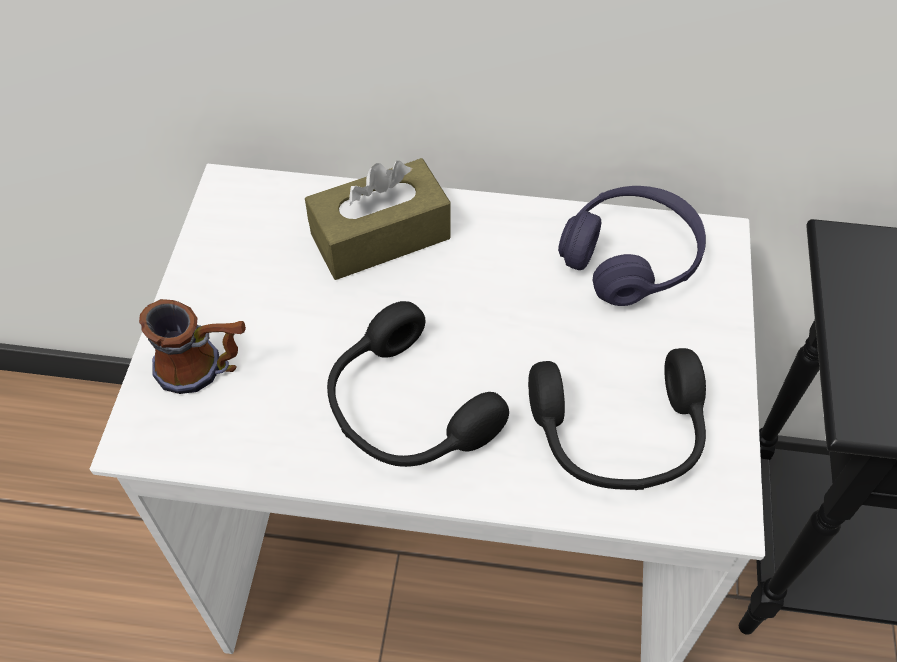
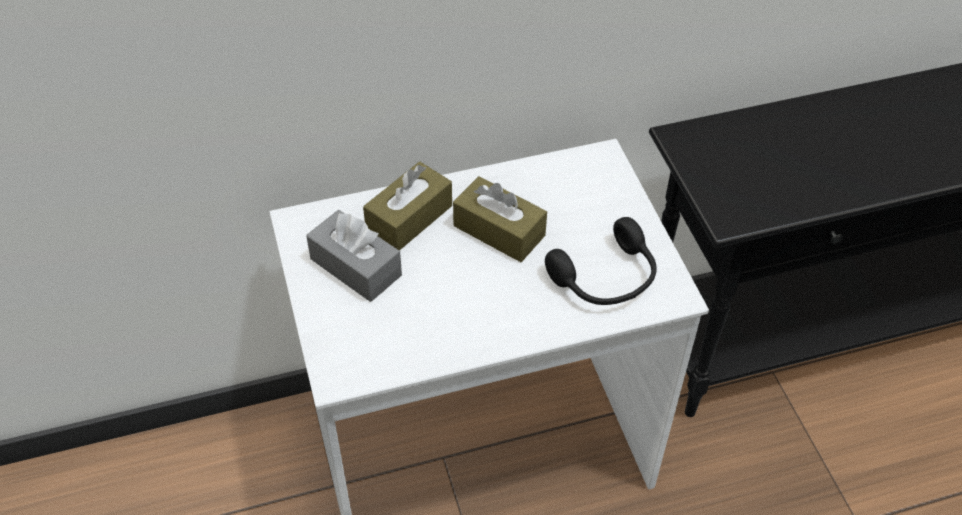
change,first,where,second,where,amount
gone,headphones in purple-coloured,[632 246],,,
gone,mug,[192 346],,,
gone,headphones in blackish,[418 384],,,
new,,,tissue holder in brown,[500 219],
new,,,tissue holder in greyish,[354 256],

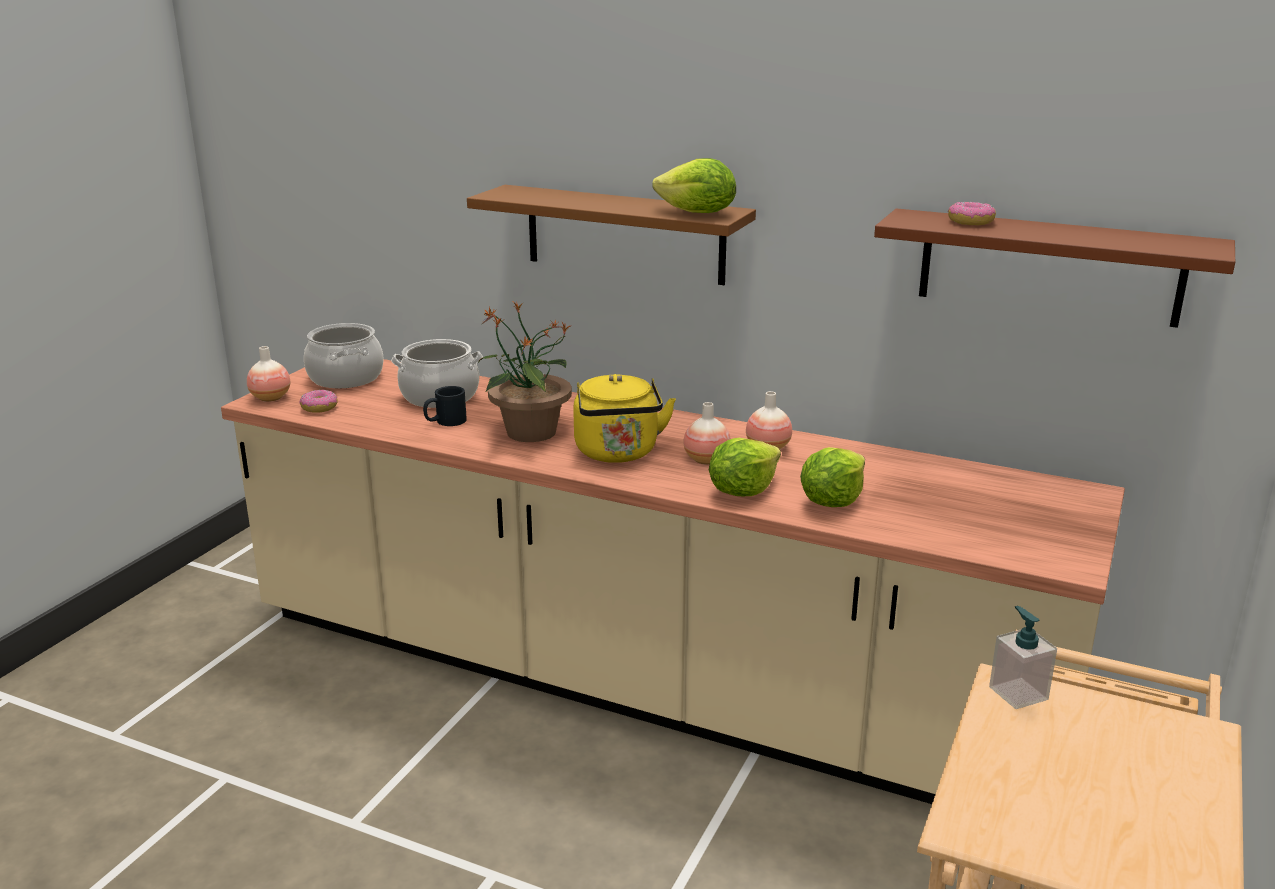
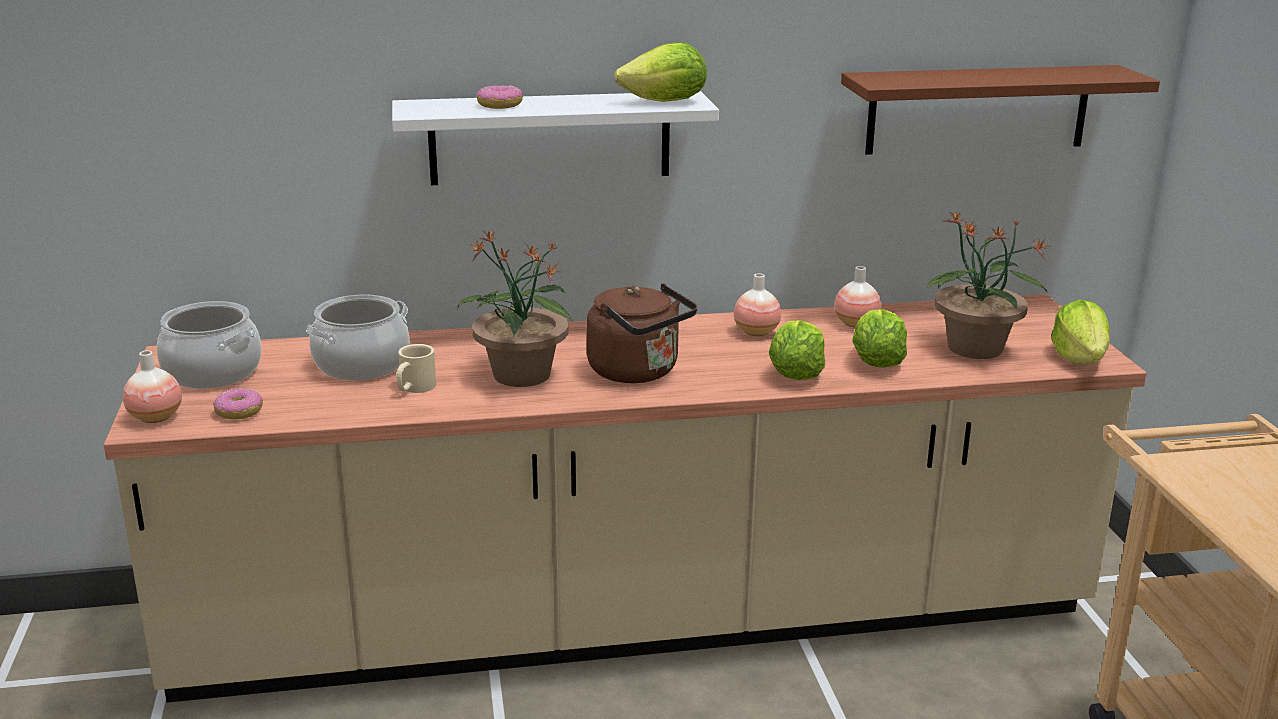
change,first,where,second,where,amount
repainted,shelf in brown,[611 235],shelf in white-coloured,[555 138],
shifted,donut,[972 213],,[500 97],
repainted,tea kettle in yellowish,[624 418],tea kettle in brown,[641 333],
repainted,mug in blackish,[445 406],mug in beige-coloured,[416 368],
shifted,vase,[707 433],,[857 297],
gone,soap dispenser,[1023 657],,,
new,,,plant in a pot,[987 285],
new,,,lettuce head,[1080 331],

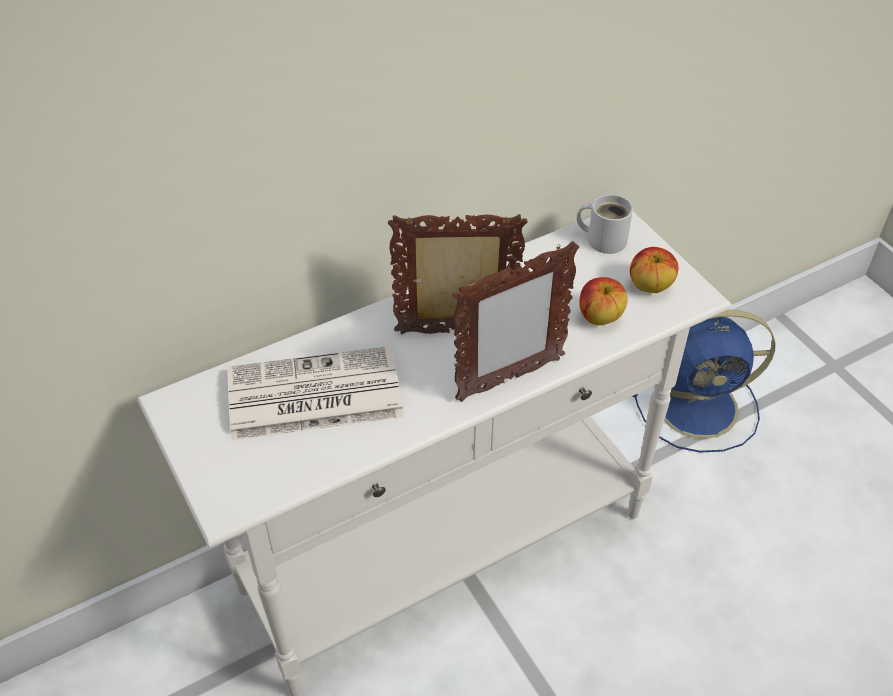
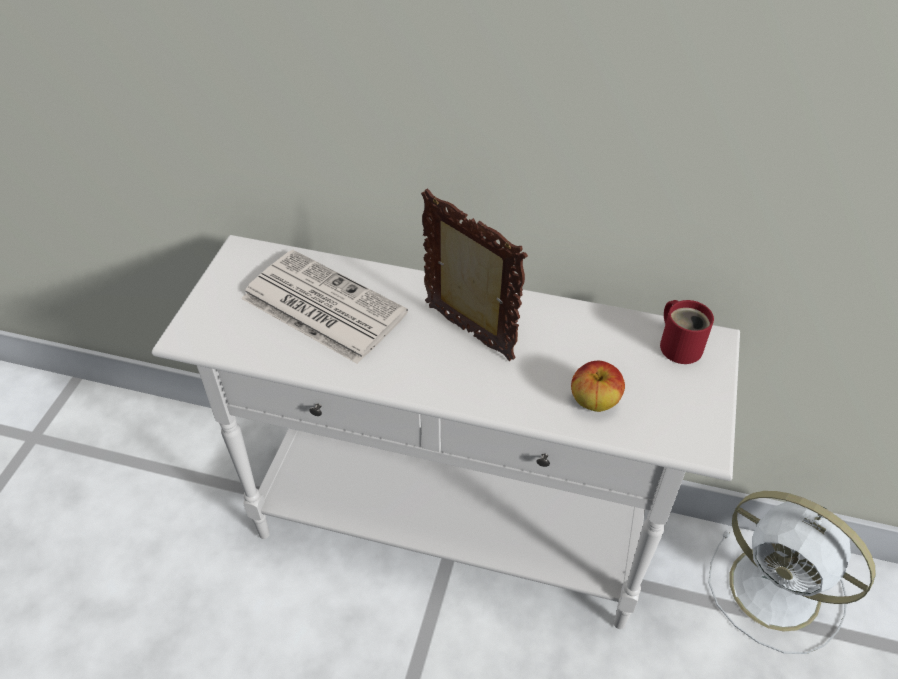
change,first,where,second,where,amount
repainted,mug in white-coloured,[605 224],mug in red-coloured,[687 332],
gone,standing frame,[516 321],,,
gone,apple,[654 270],,,
repainted,electric fan in bluish,[704 381],electric fan in white-coloured,[792 572],

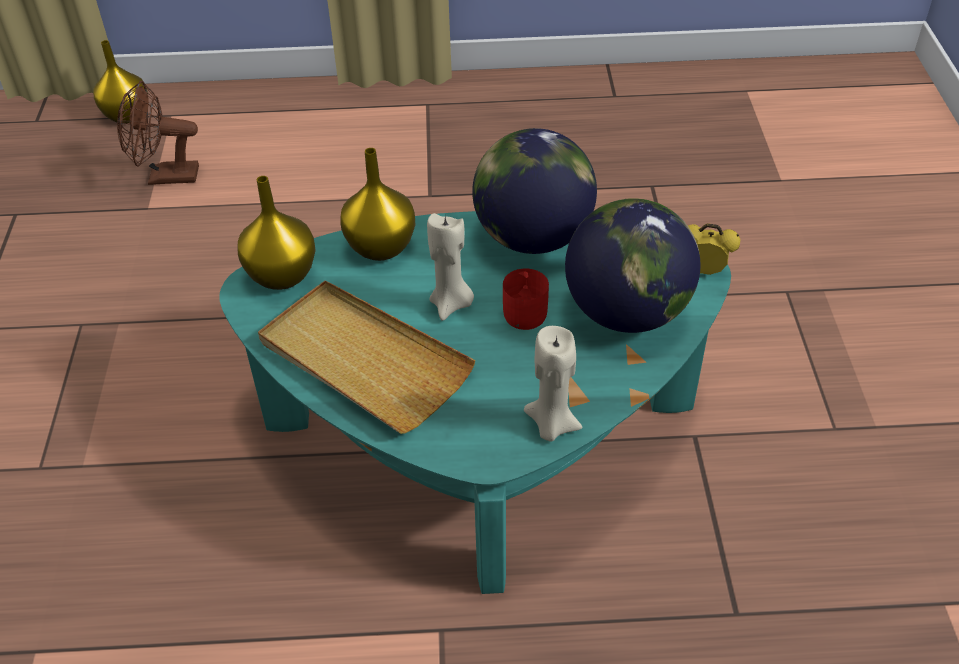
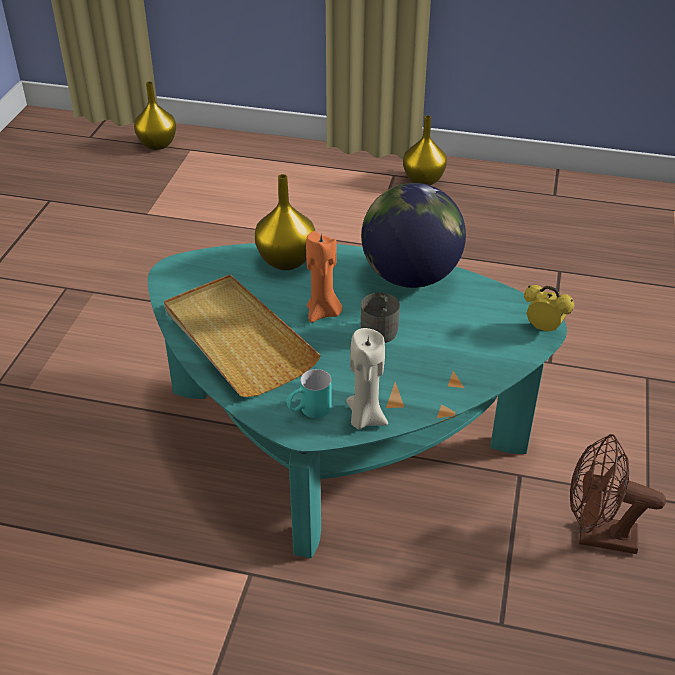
change,first,where,second,where,amount
shifted,electric fan in brown,[158 133],,[618 494],
shifted,vase in yellowish,[276 233],,[425 150],
gone,desk globe,[632 265],,,
repainted,candle in beige-coloured,[450 267],candle in orangey,[324 277],
repainted,mug in red-coloured,[526 299],mug in greyish,[380 317],
new,,,mug in turquoise-coloured,[309 393],

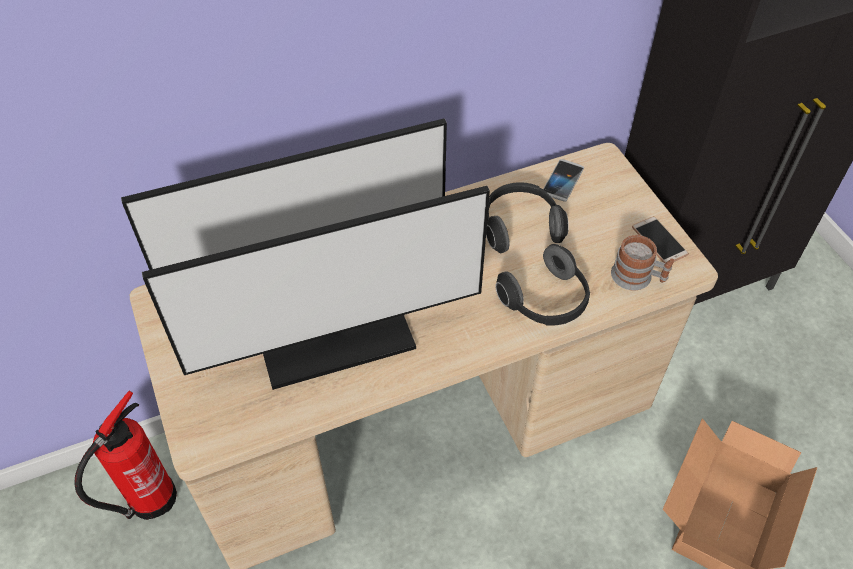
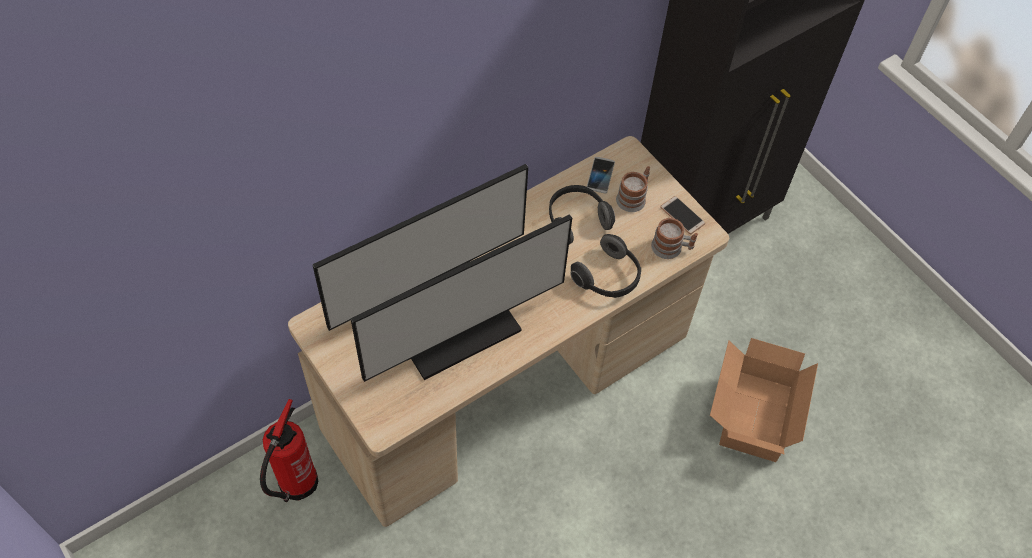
change,first,where,second,where,amount
new,,,mug,[633 189],

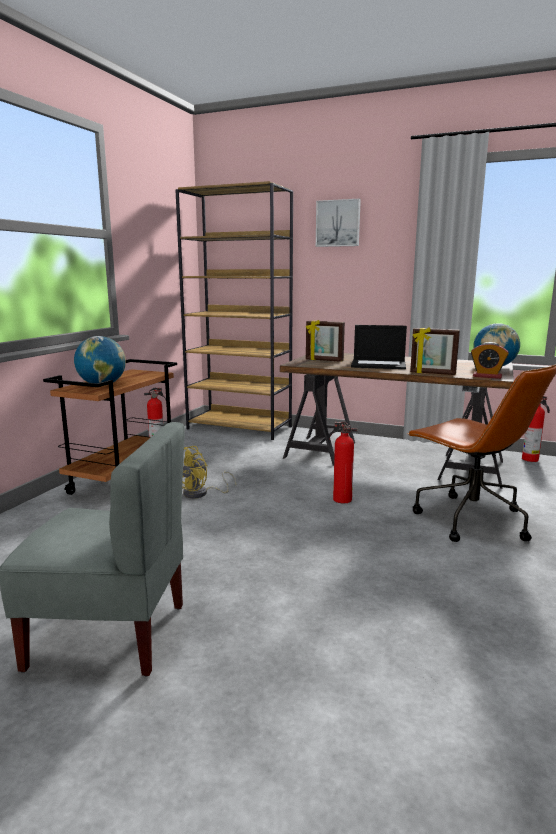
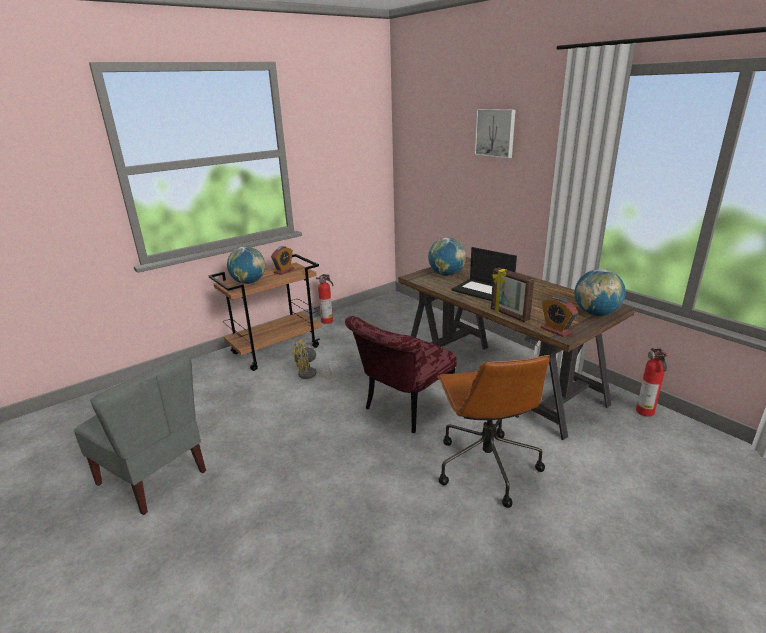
change,first,where,second,where,amount
gone,bookcase in brown,[234 310],,,
swapped,standing frame,[325 341],desk globe,[447 256],
swapped,fire extinguisher,[343 462],chair in red-coloured,[401 374],
new,,,table clock,[282 260],

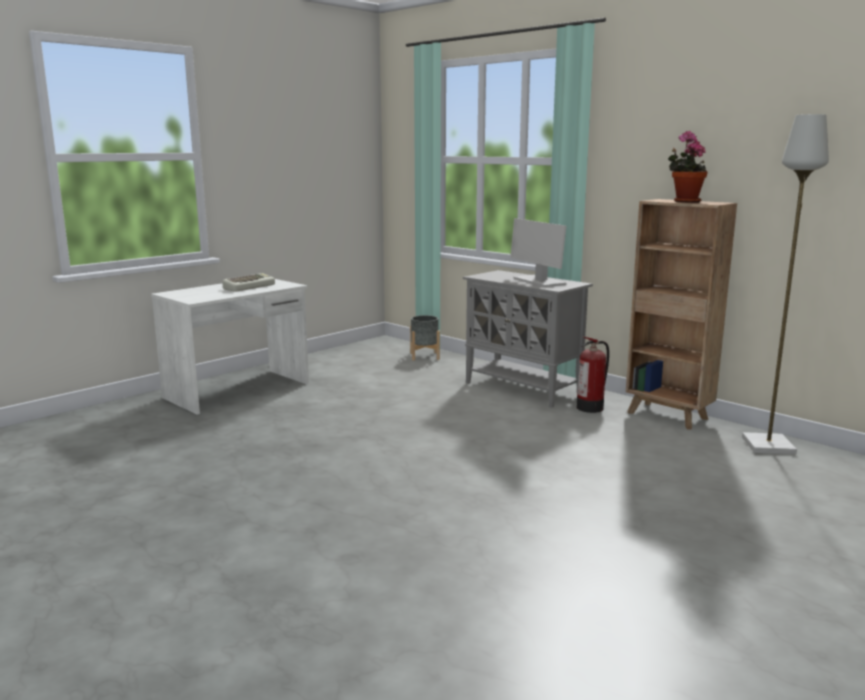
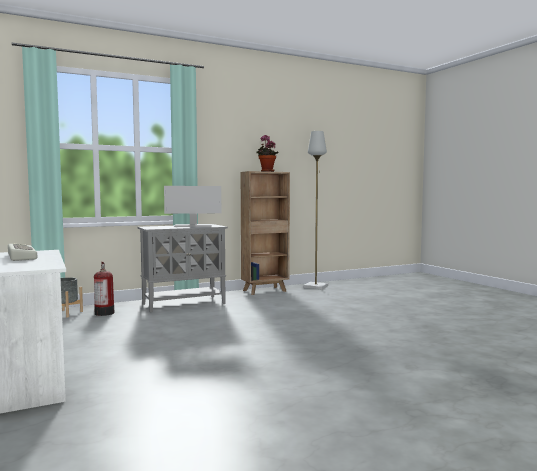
change,first,where,second,where,amount
shifted,fire extinguisher,[593 375],,[104 289],

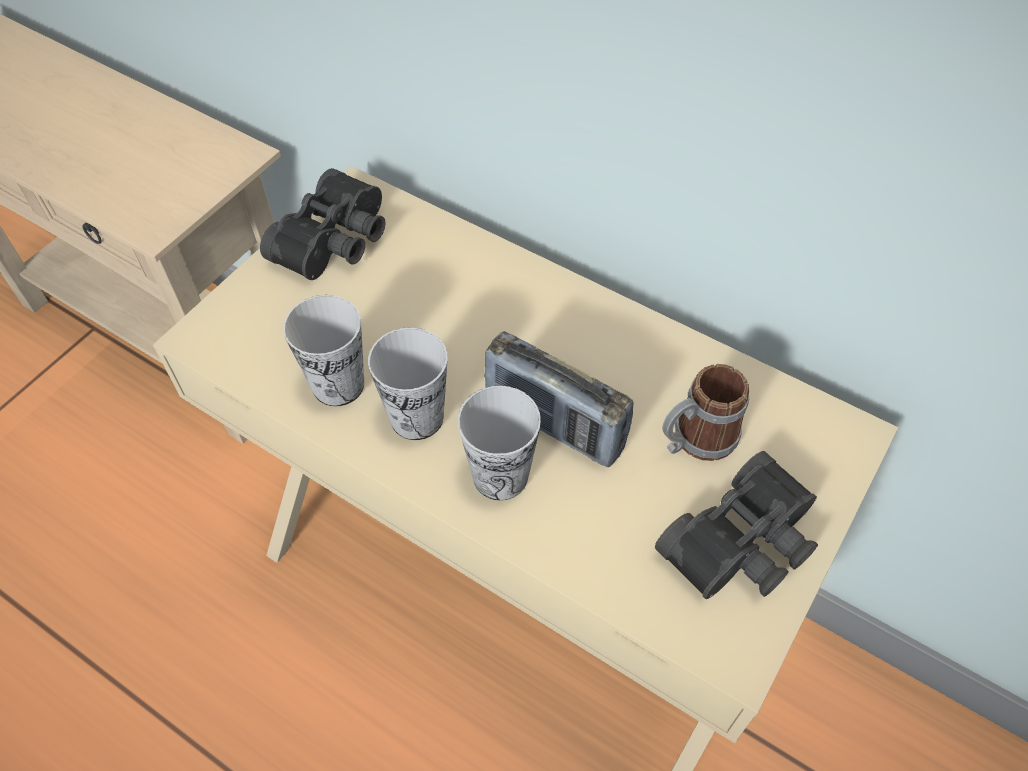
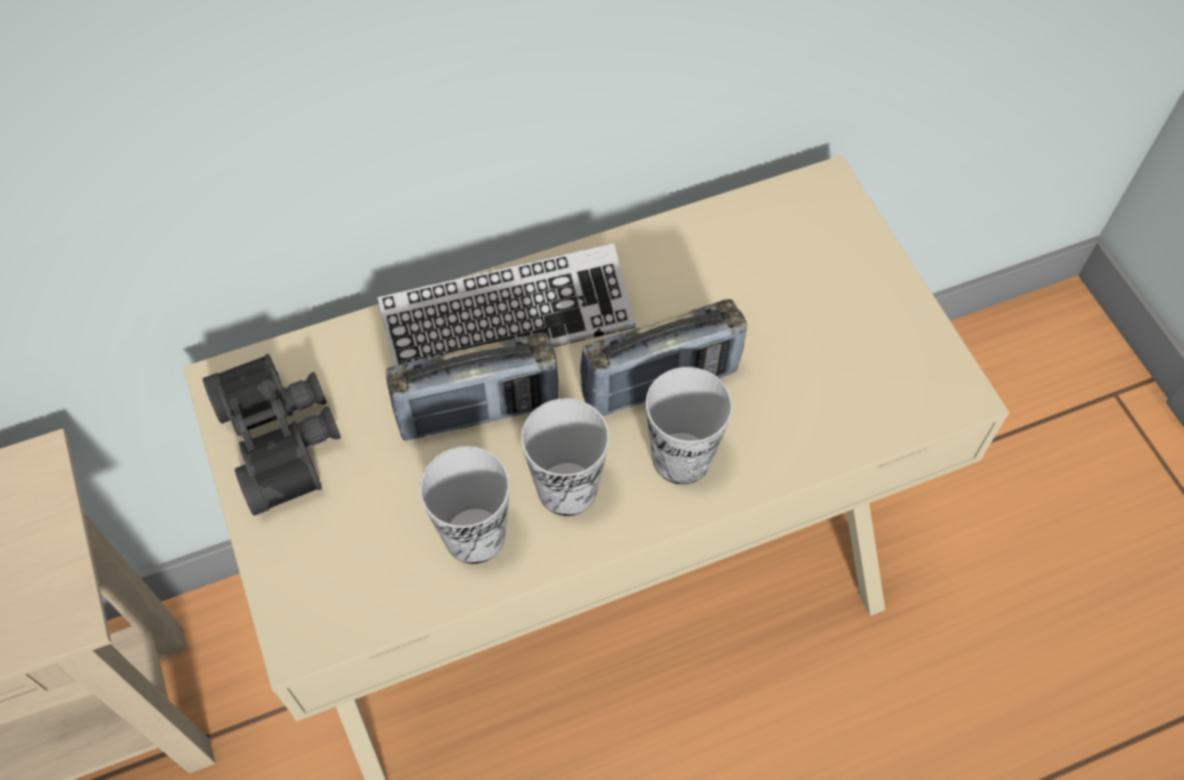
change,first,where,second,where,amount
gone,mug,[705 412],,,
gone,pair of binoculars in blackish,[736 525],,,
new,,,computer keyboard,[506 304],
new,,,radio,[472 387],

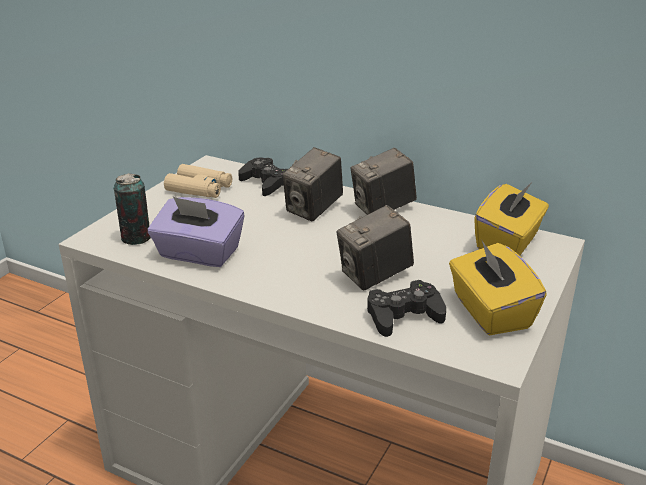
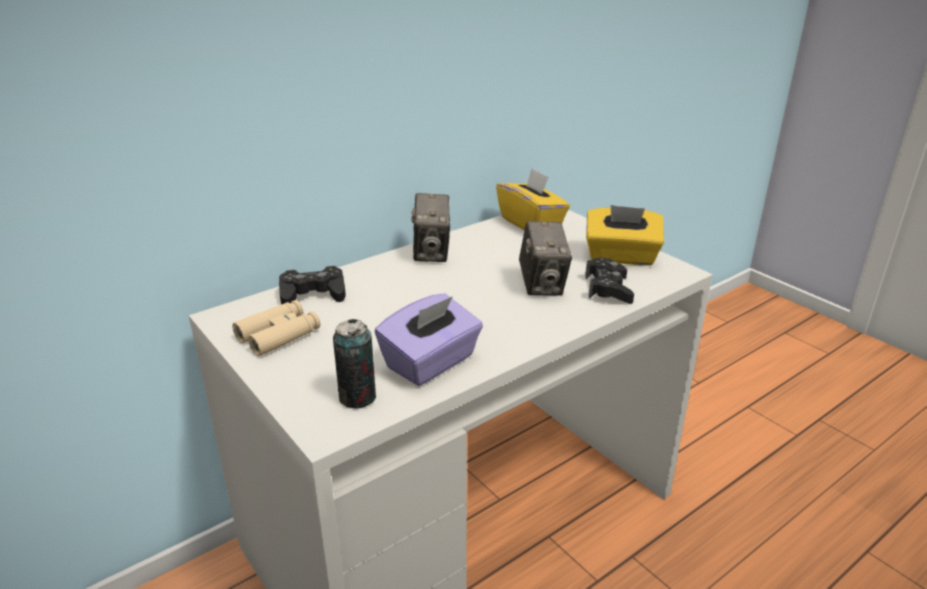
change,first,where,second,where,amount
gone,photo camera,[313 184],,,

